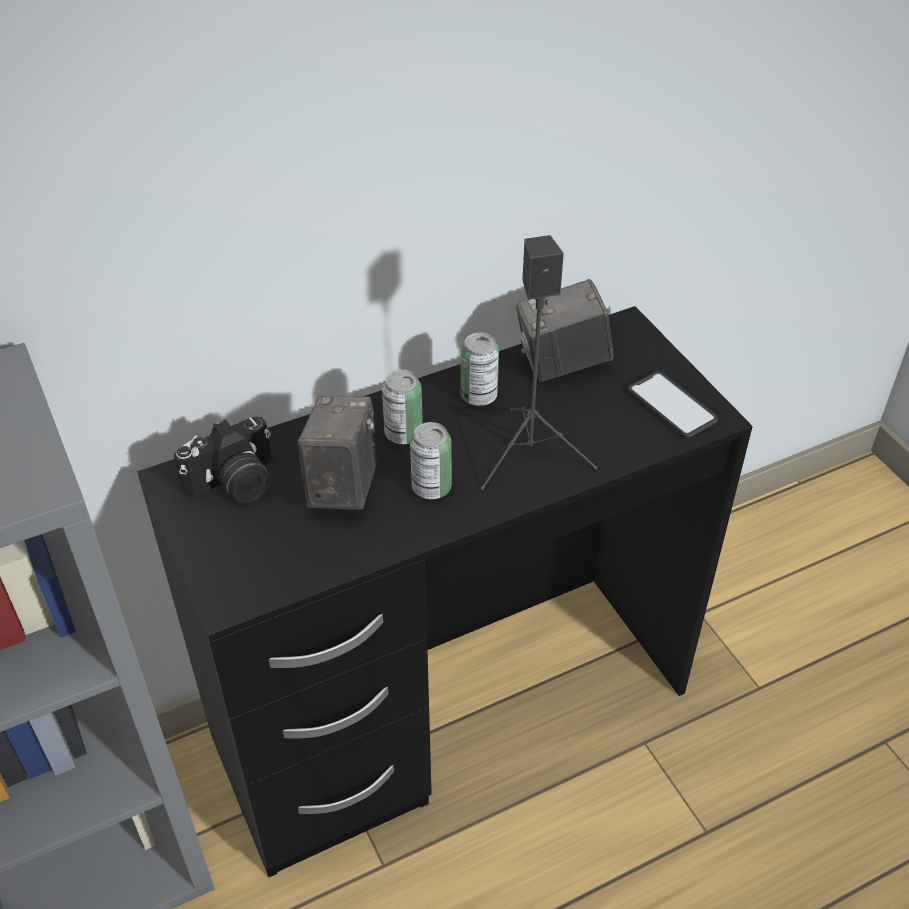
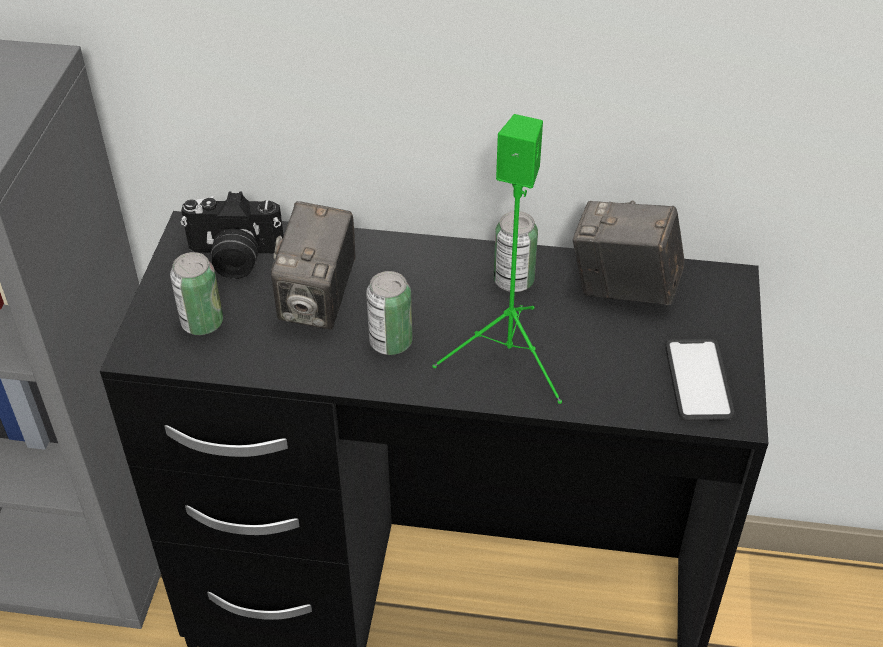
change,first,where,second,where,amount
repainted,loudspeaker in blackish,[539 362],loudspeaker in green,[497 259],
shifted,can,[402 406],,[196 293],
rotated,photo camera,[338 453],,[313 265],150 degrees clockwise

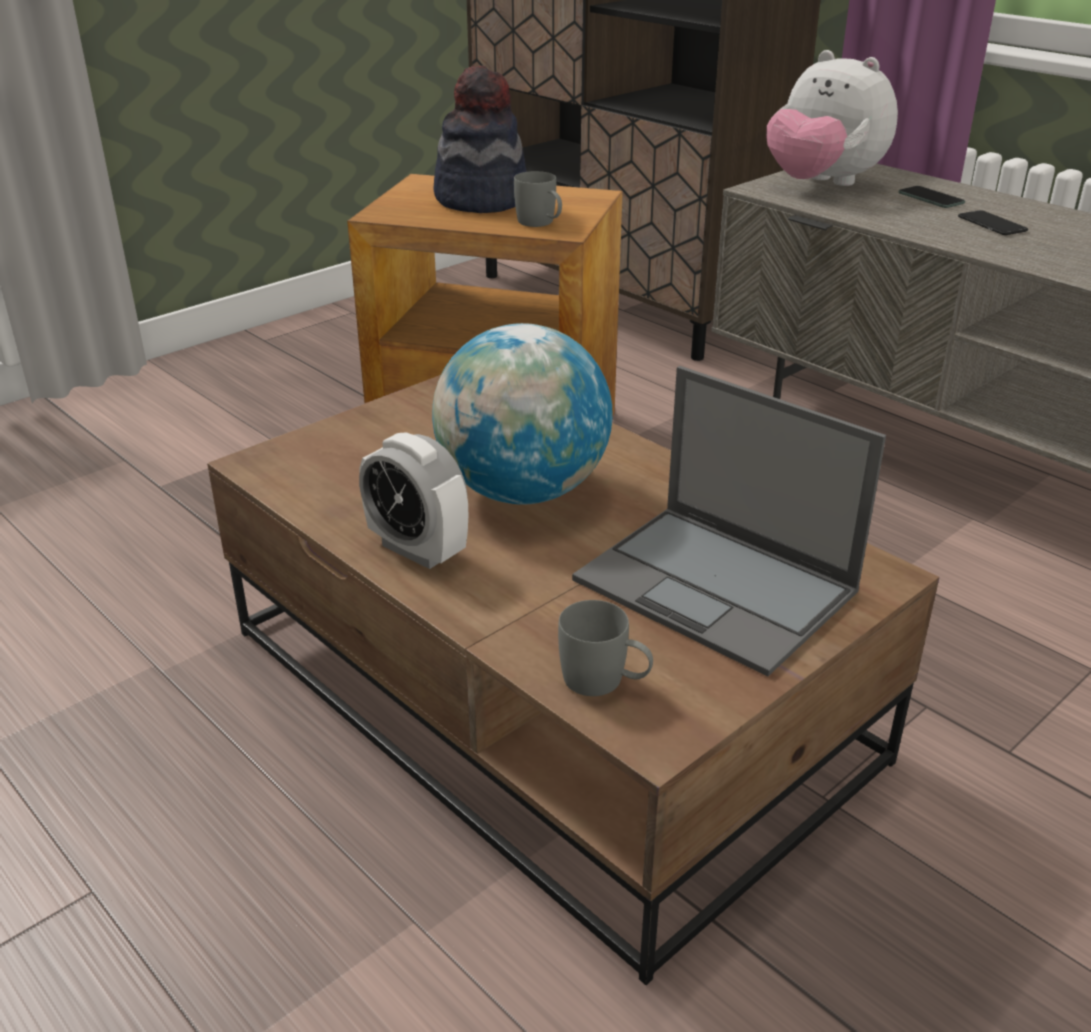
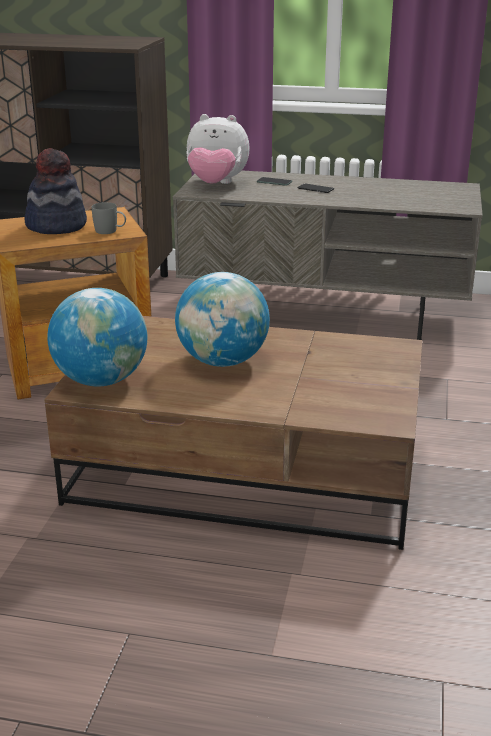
change,first,where,second,where,amount
gone,laptop,[729 521],,,
gone,table clock,[413 500],,,
gone,mug in greyish,[605 648],,,
new,,,desk globe,[97 337],

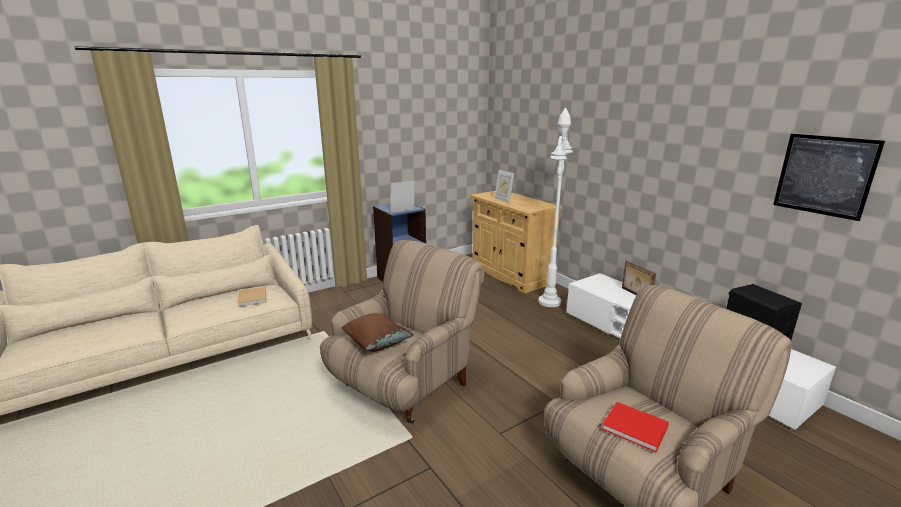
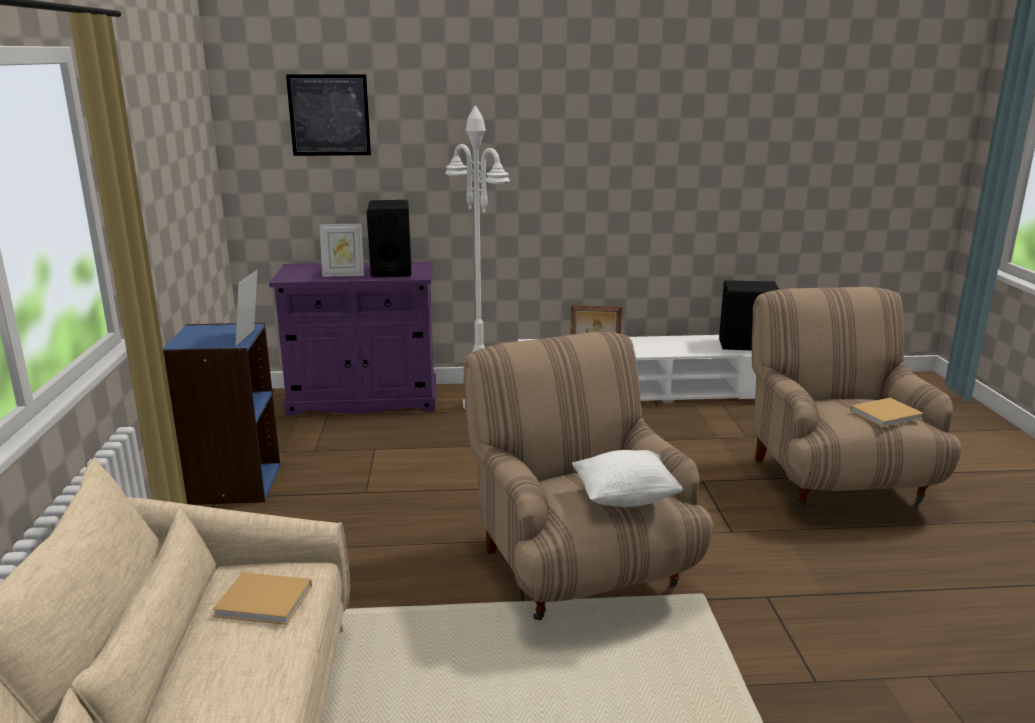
change,first,where,second,where,amount
shifted,wall art,[829 177],,[328 115],
repainted,cupboard in beige-coloured,[516 242],cupboard in purple-coloured,[352 338],
repainted,pillow in brown,[377 332],pillow in white-coloured,[628 478],
repainted,volume in red-coloured,[635 427],volume in beige-coloured,[887 413],
new,,,loudspeaker in blackish,[389 239],

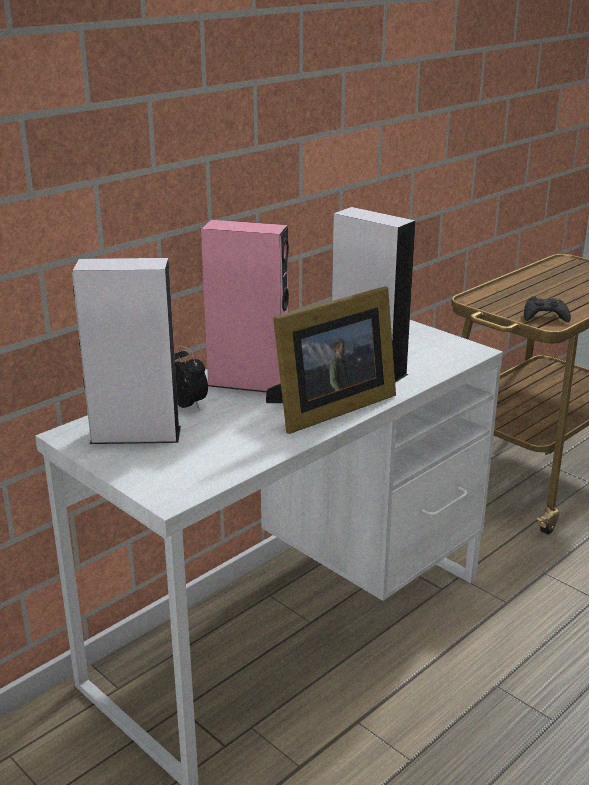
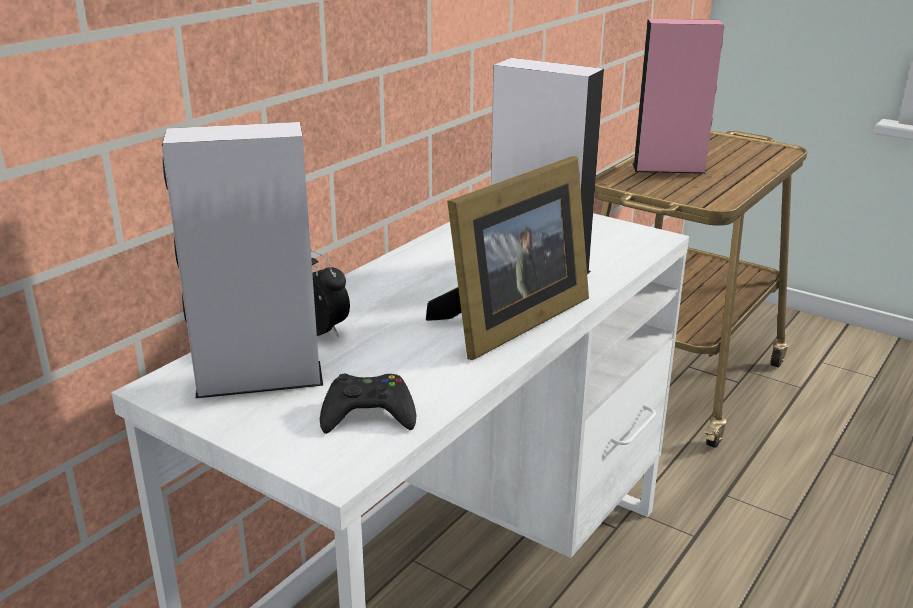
change,first,where,second,where,amount
shifted,loudspeaker in pink-coloured,[245 306],,[678 96],
shifted,gamepad in blackish,[547 309],,[368 404],

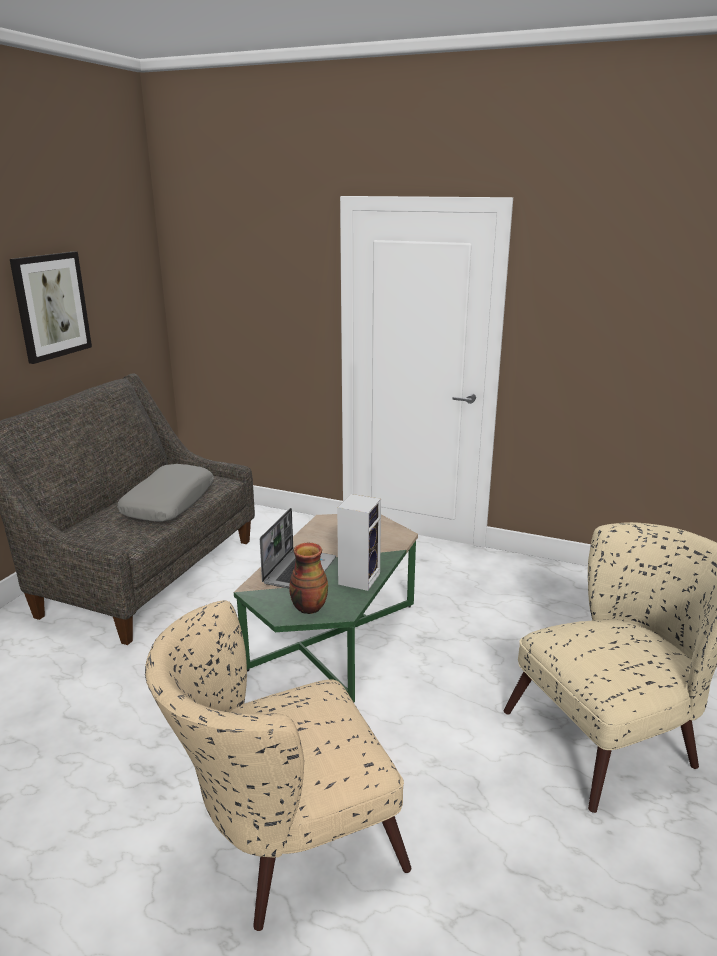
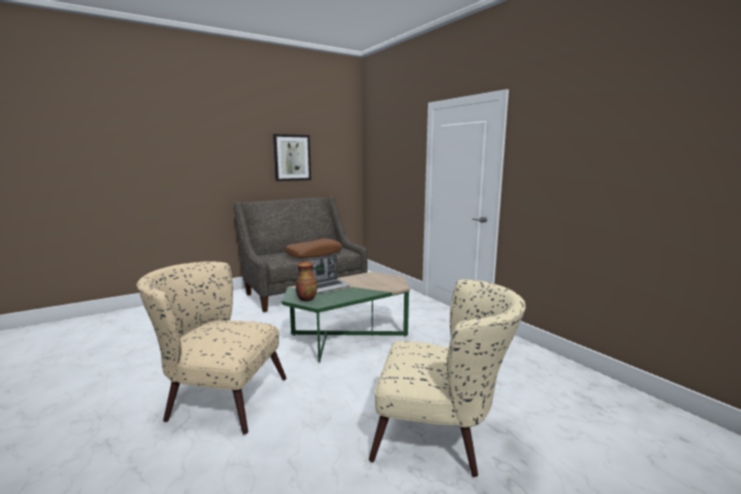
change,first,where,second,where,amount
repainted,pillow in greyish,[165 493],pillow in brown,[313 248],
gone,loudspeaker,[359 542],,,

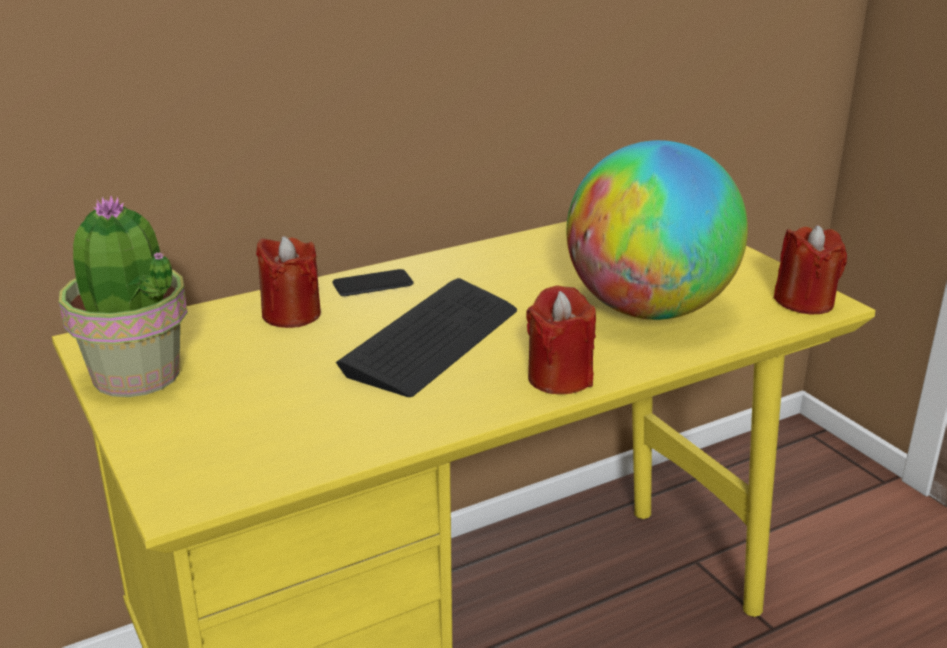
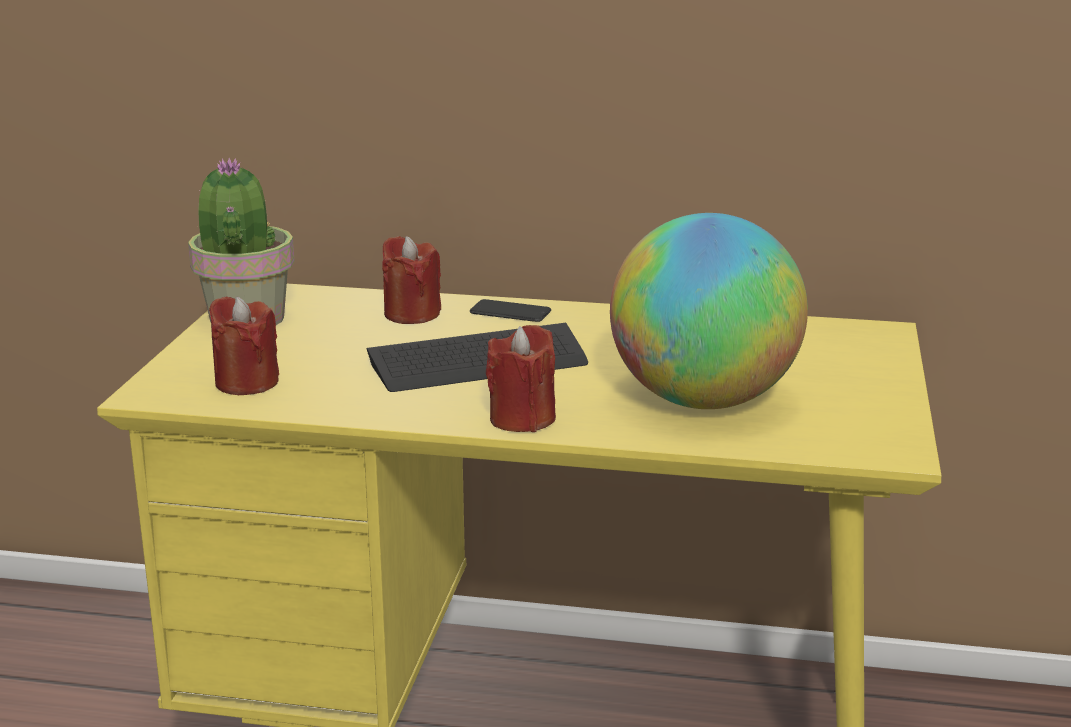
change,first,where,second,where,amount
shifted,candle in red-coloured,[810 269],,[244 345],

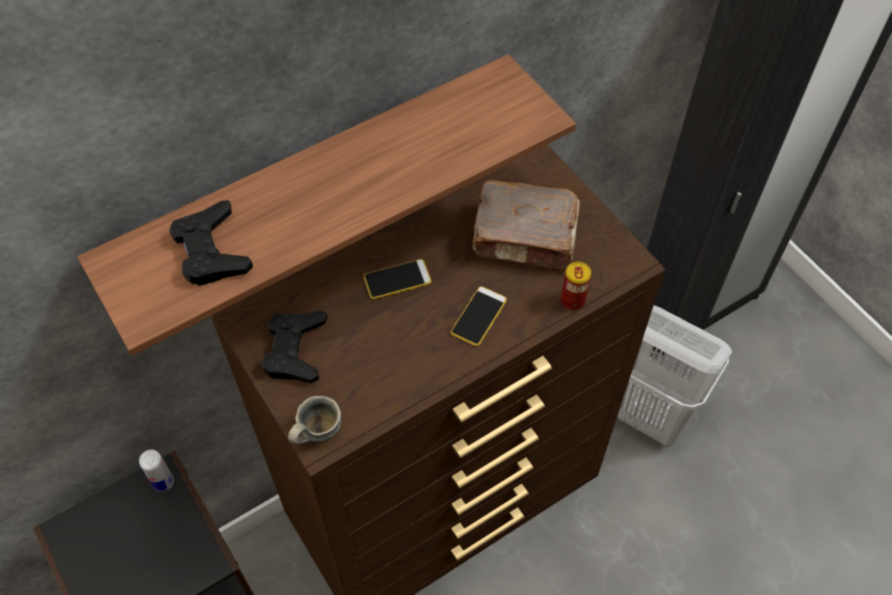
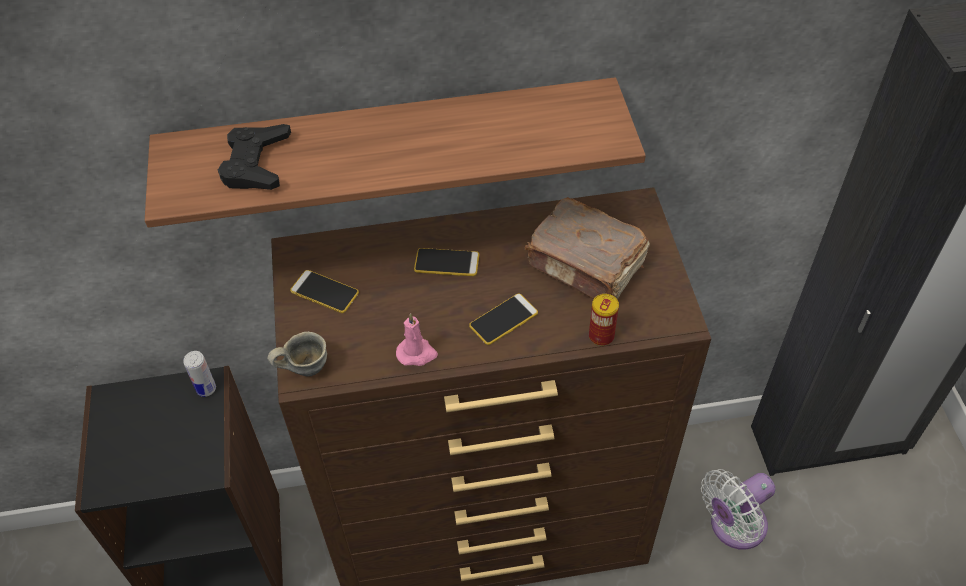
change,first,where,second,where,amount
swapped,hamper in white-coloured,[674 375],electric fan in white-coloured,[738 509],
swapped,gamepad in blackish,[294 347],telephone,[324 291],
new,,,candle in pink-coloured,[417 339],

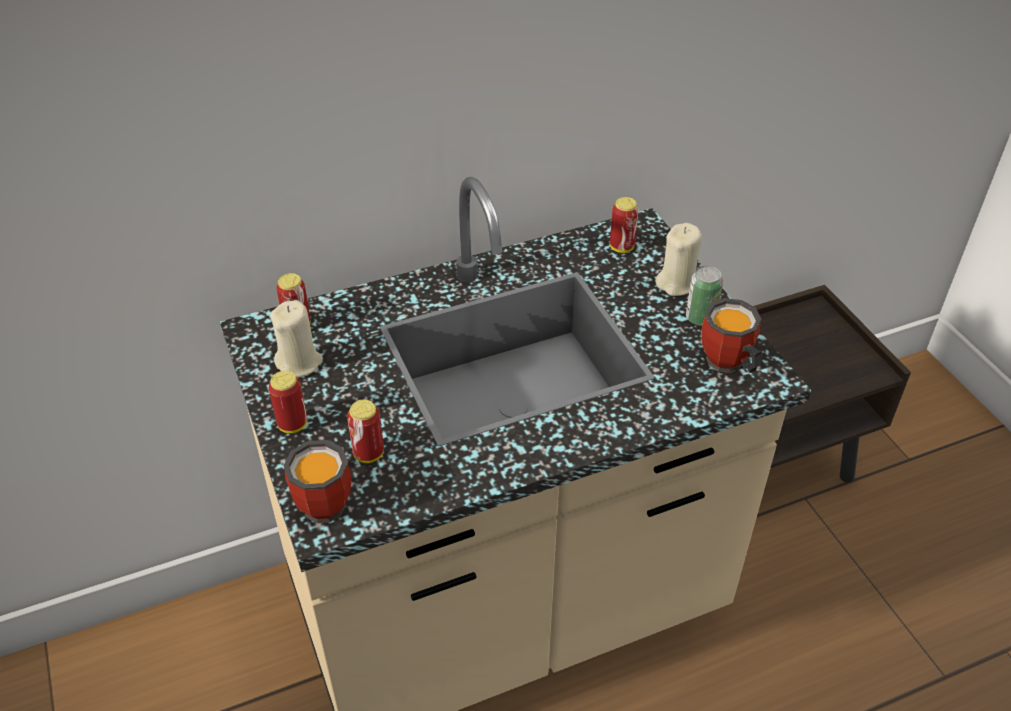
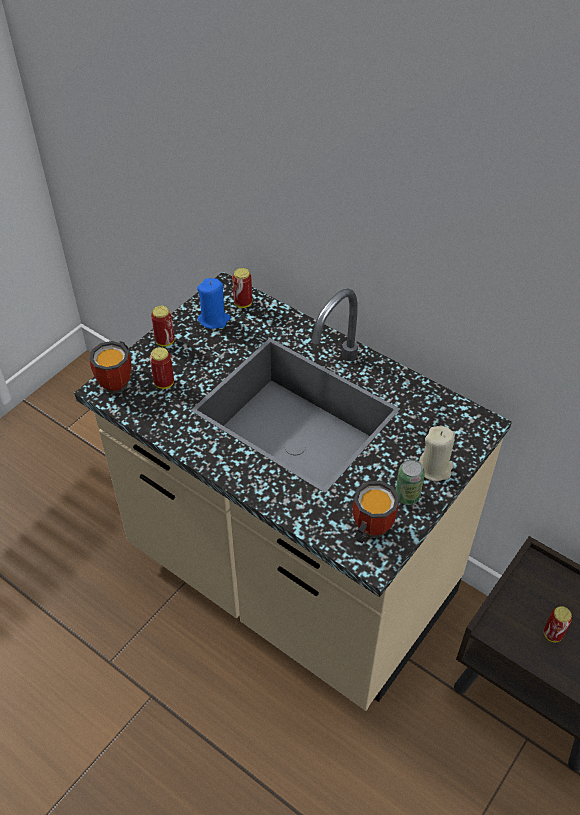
change,first,where,second,where,amount
shifted,can,[624 225],,[558 624],
repainted,candle in beige-coloured,[296 338],candle in bluish,[214 303],

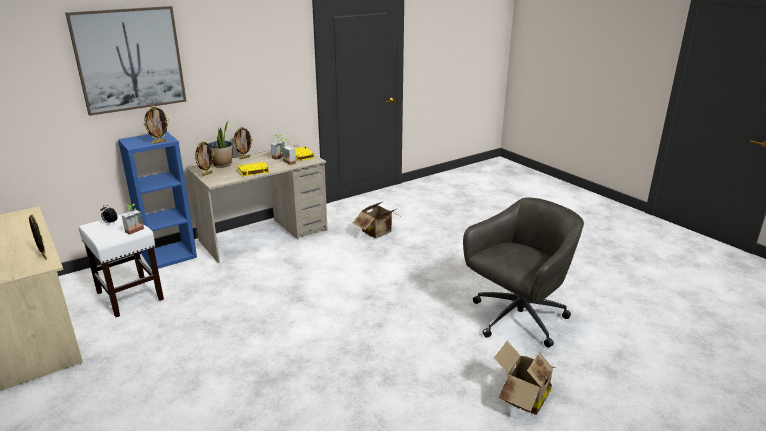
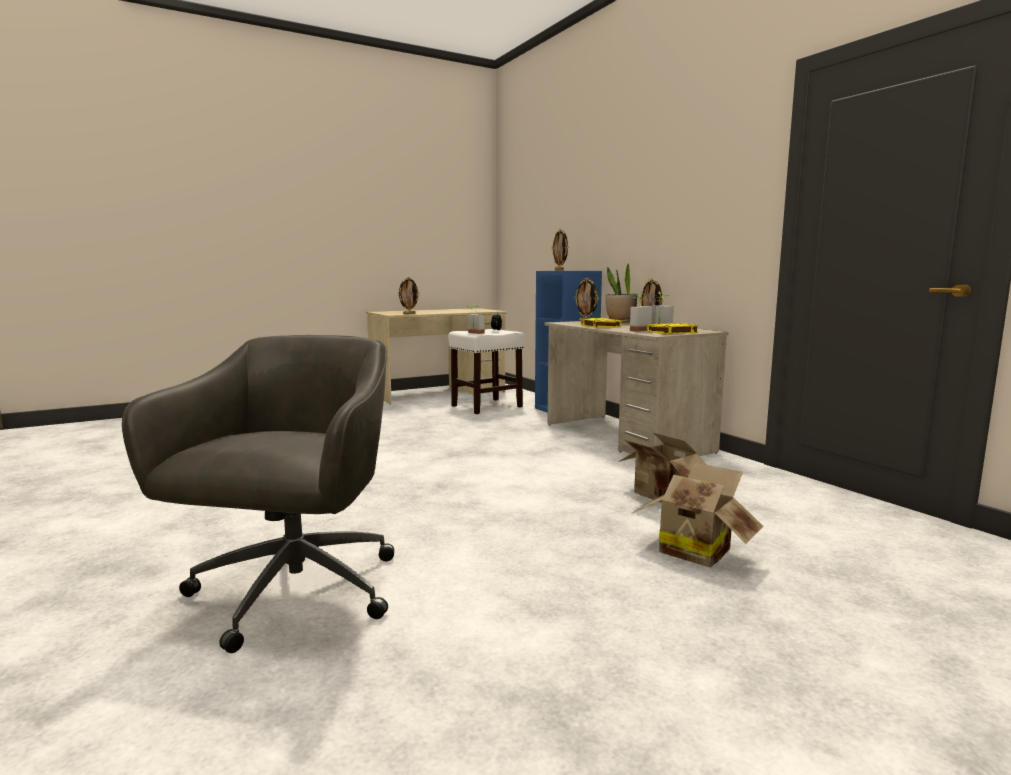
change,first,where,second,where,amount
gone,wall art,[125 61],,,
rotated,computer chair in greyish,[523 272],,[258 494],135 degrees counterclockwise
shifted,cardboard box,[525 378],,[698 515],

